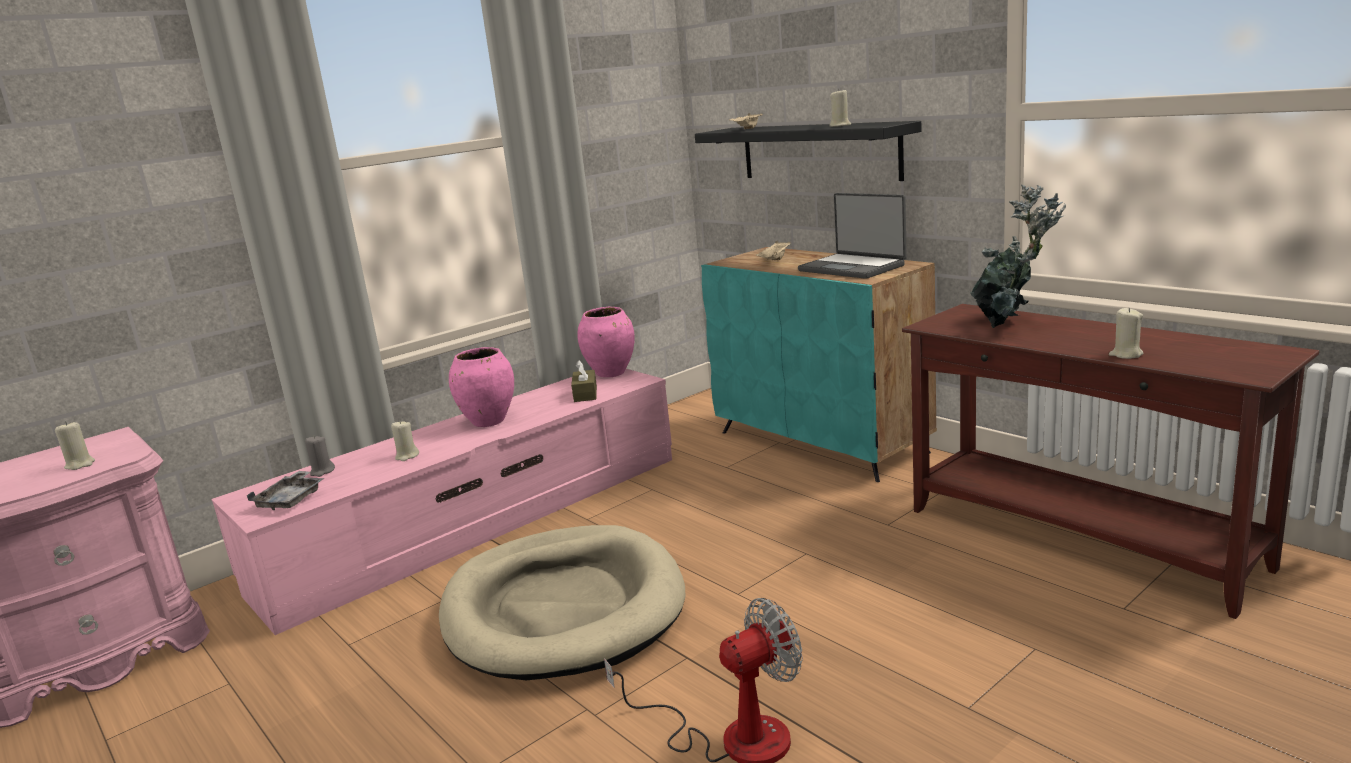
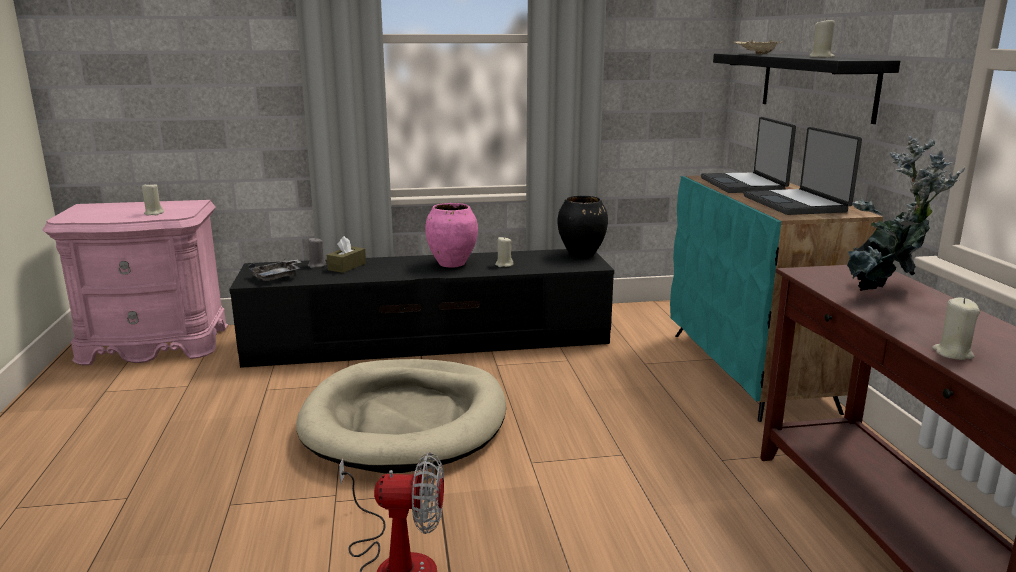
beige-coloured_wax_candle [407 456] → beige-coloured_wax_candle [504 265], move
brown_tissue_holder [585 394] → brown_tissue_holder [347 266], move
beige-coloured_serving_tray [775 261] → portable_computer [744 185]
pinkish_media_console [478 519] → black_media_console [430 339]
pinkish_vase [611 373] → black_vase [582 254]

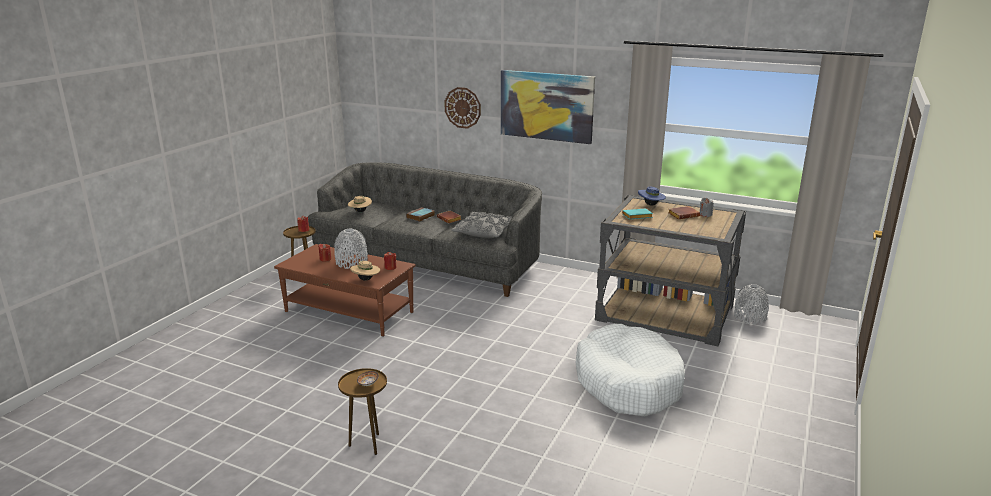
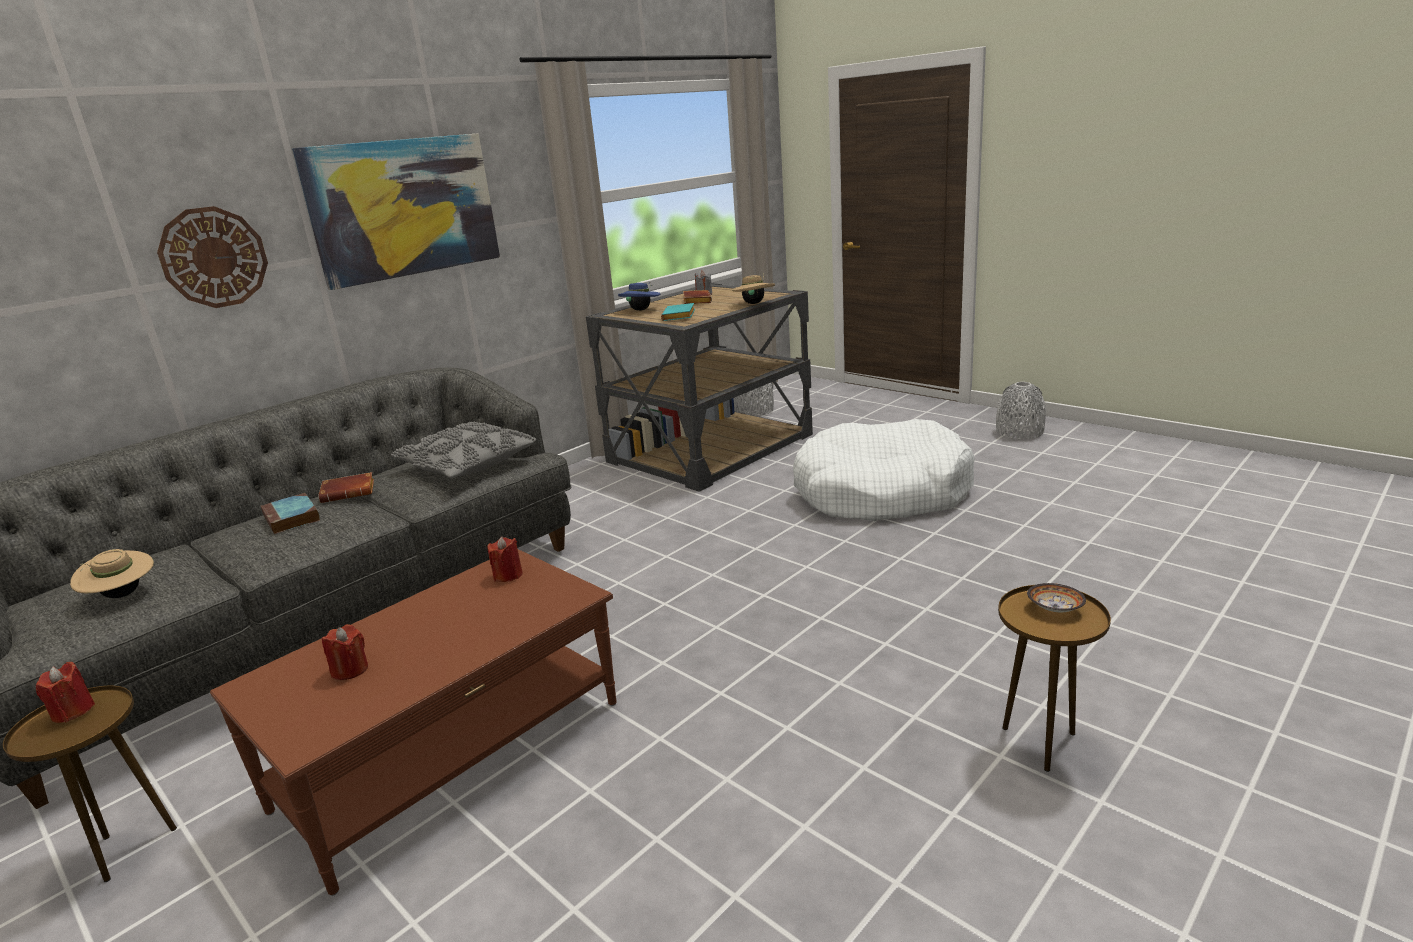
gray_vase [351 262] → gray_vase [1019 431], move
beige-coloured_wearable_hat [366 280] → beige-coloured_wearable_hat [754 303], move

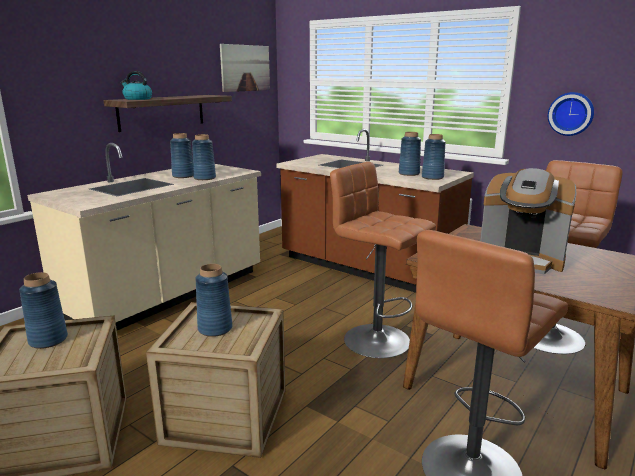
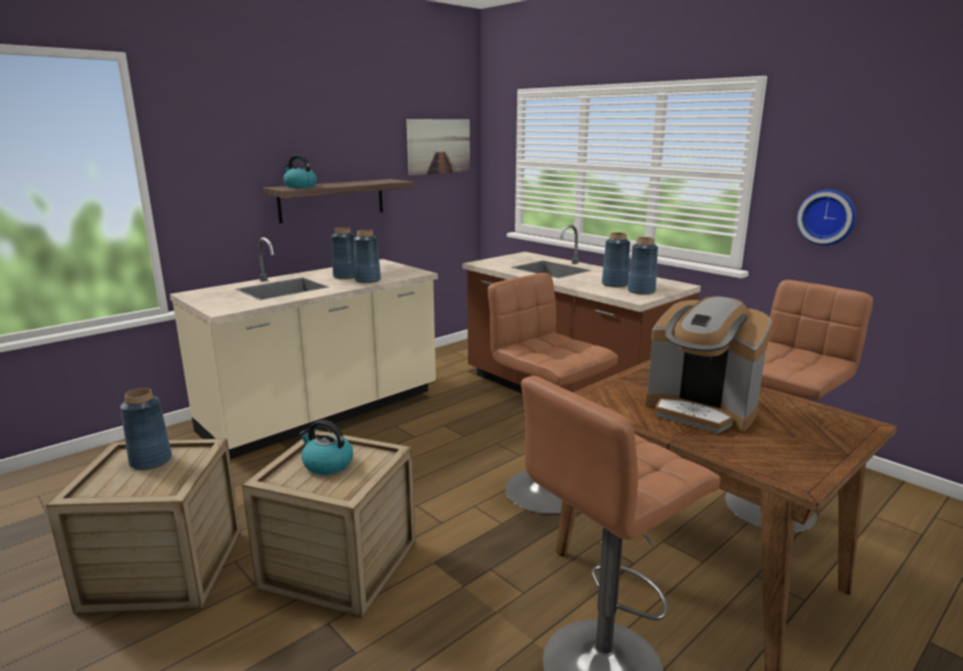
blue_vase [215 329] → water_kettle [327 464]

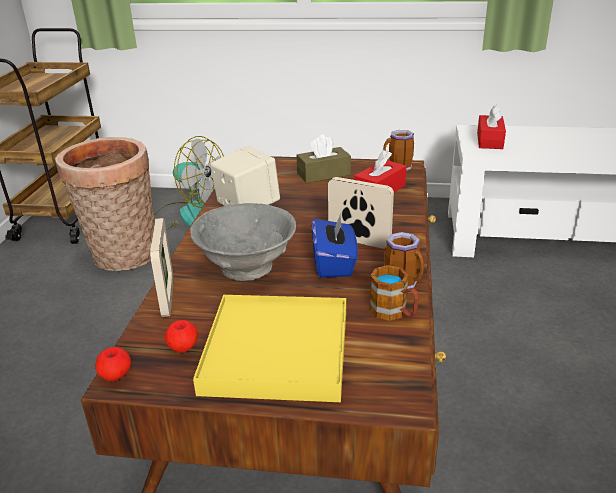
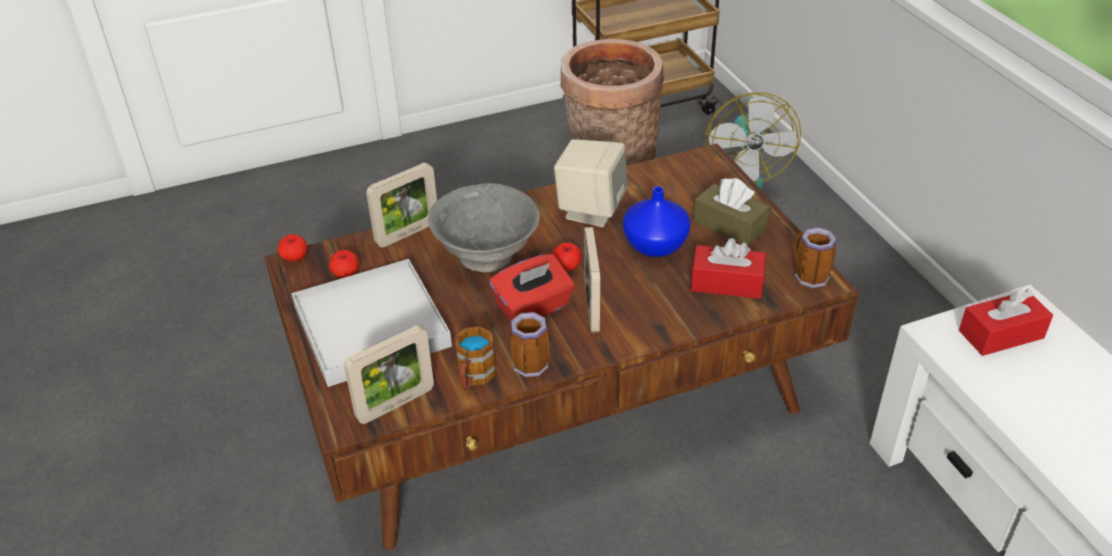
- → picture_frame [395 404]
- → apple_fruit [567 267]
- → blue_vase [653 246]
yellow_serving_tray [276 352] → white_serving_tray [371 326]
blue_tissue_holder [334 264] → red_tissue_holder [533 307]

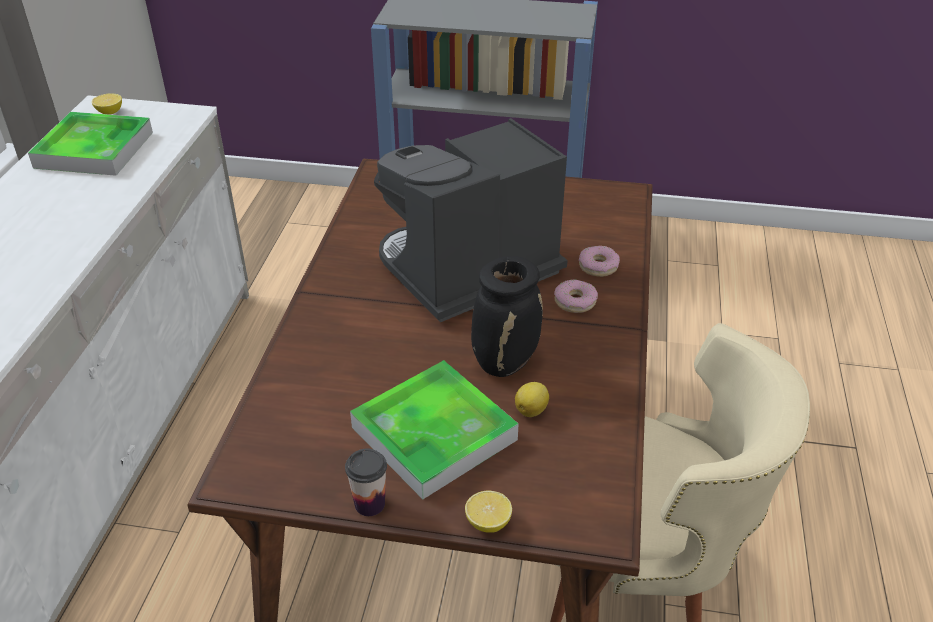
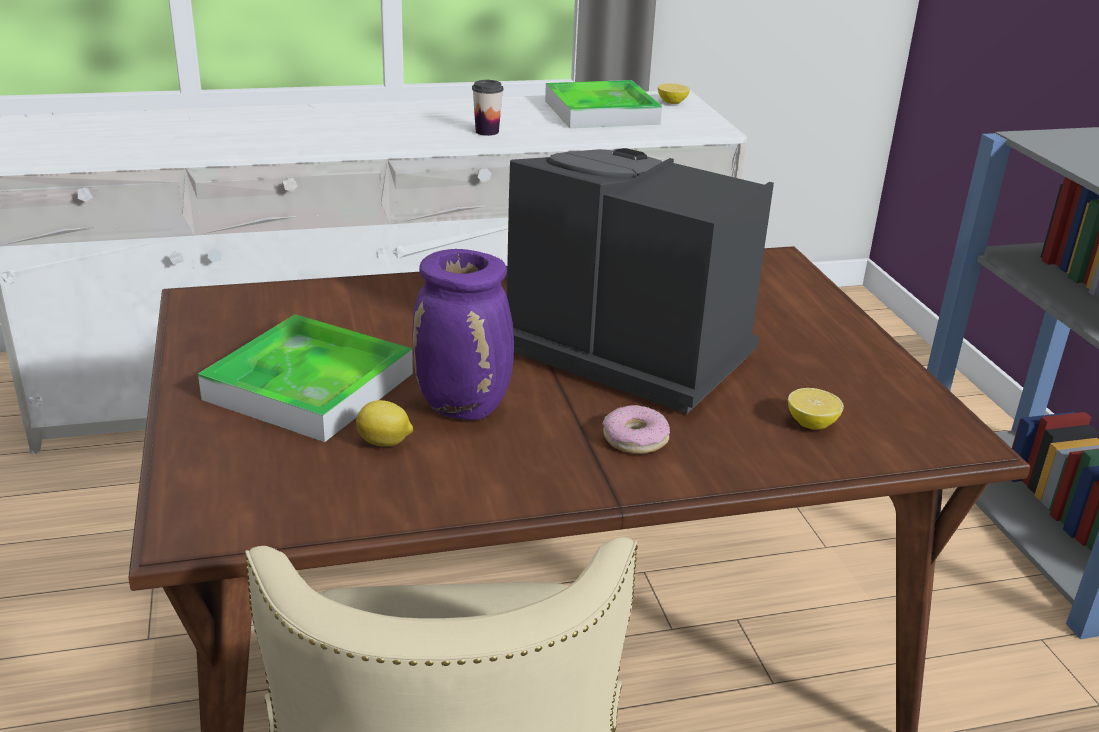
ring_doughnut [598 266] → -
cup [369 504] → cup [487 132], move
lemon [488 522] → lemon [811 423], move
black_vase [505 362] → purplish_vase [465 408]

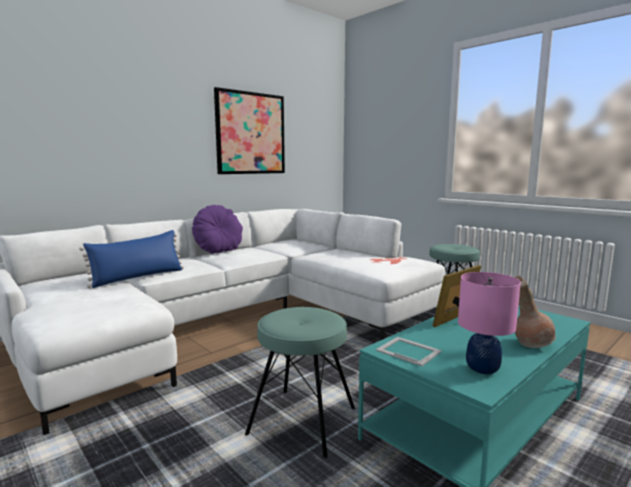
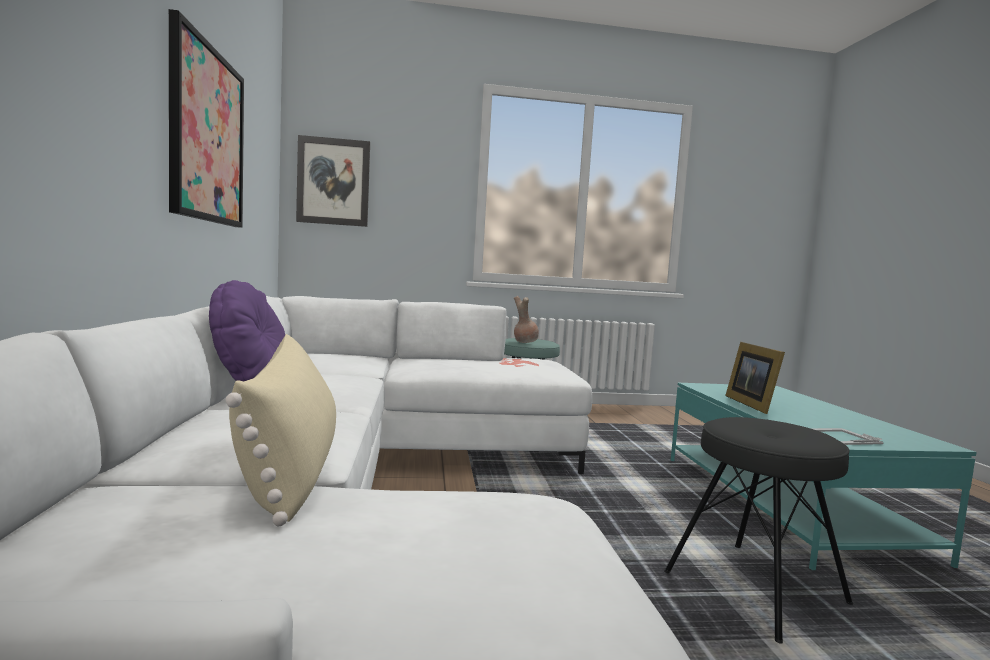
pinkish_lamp_for_a_table [480 369] → -
- → wall_art [333 182]
brown_vase [531 343] → brown_vase [524 342], move
blue_pillow [138 277] → beige-coloured_pillow [291 466]
blue-green_stool [302 421] → black_stool [754 588]

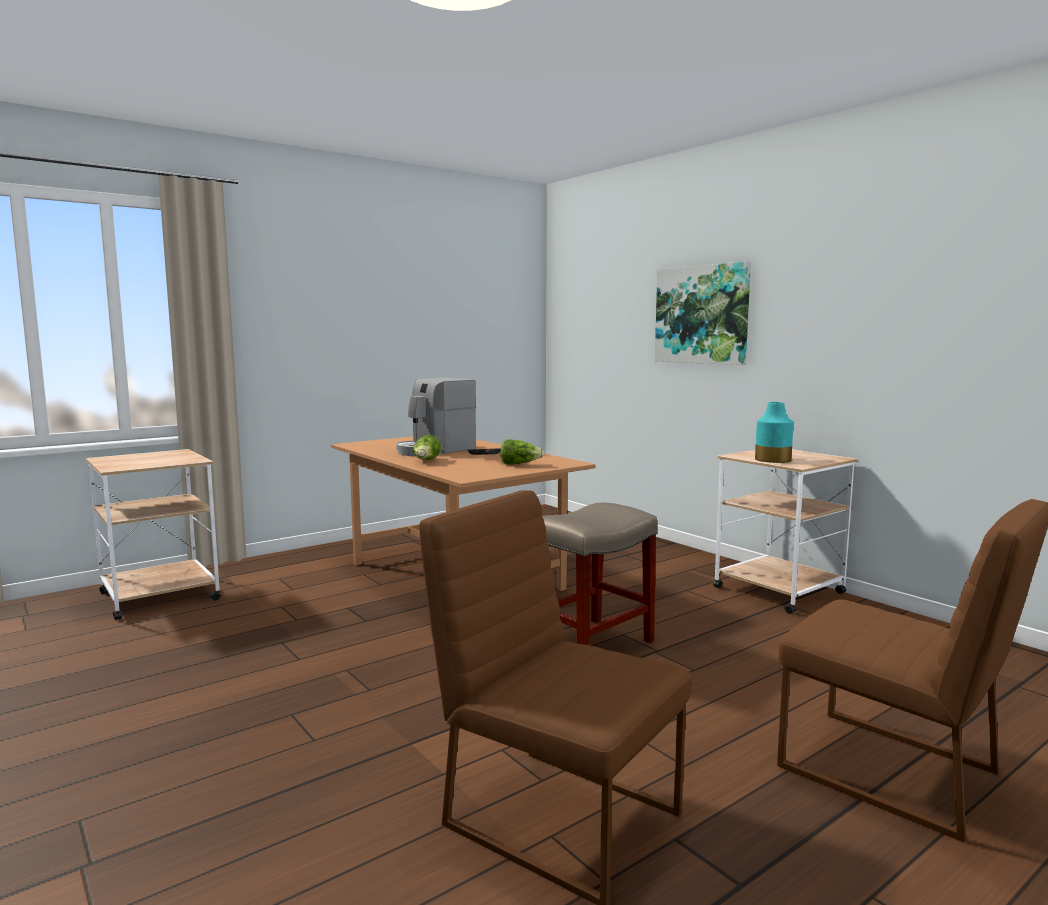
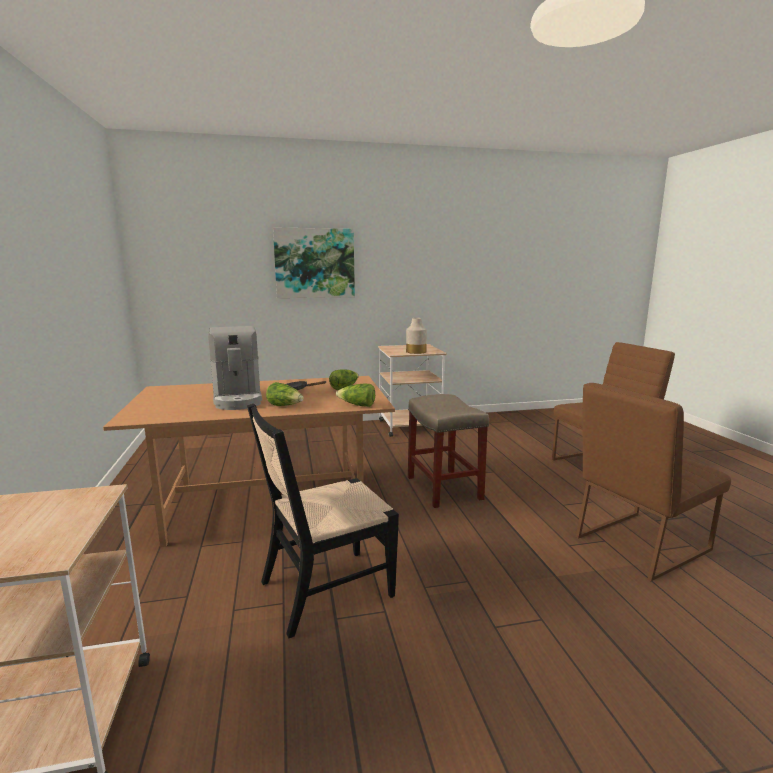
- → chair [326 590]
- → lettuce_head [357 405]
blue-green_vase [772 459] → beige-coloured_vase [415 351]

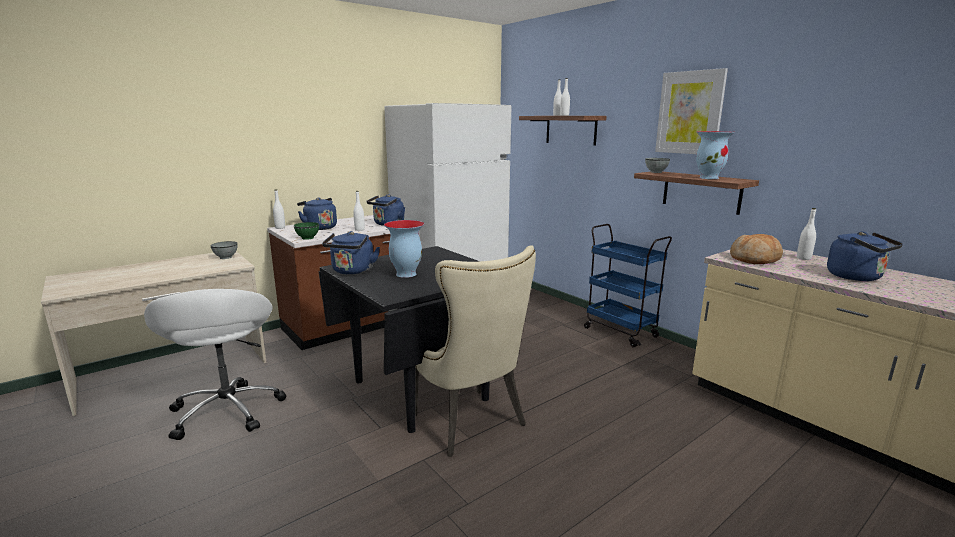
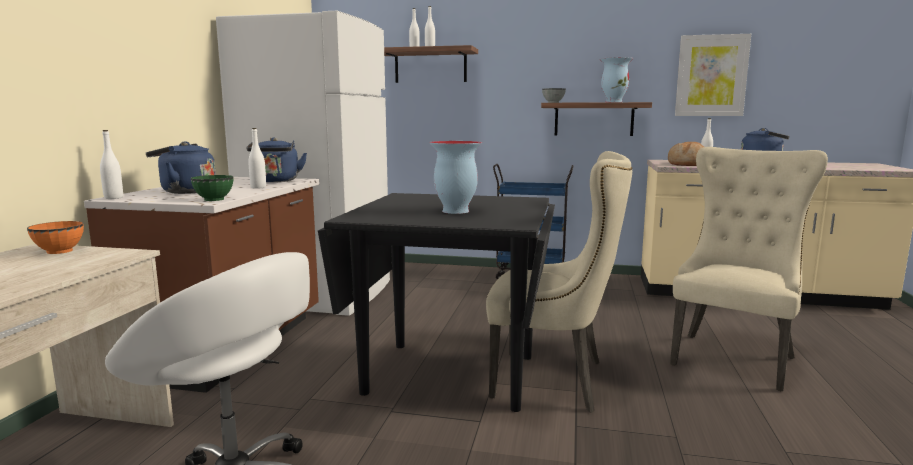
blue_water_kettle [352 271] → -
- → beige-coloured_chair [732 359]
wall_art [690 113] → wall_art [711 76], move
gray_serving_bowl [226 257] → orangey_serving_bowl [60 251]

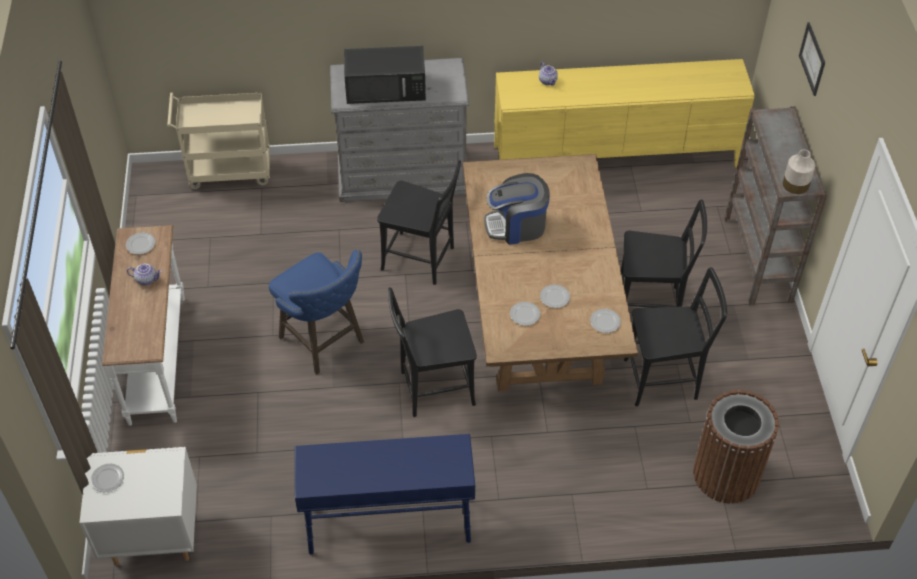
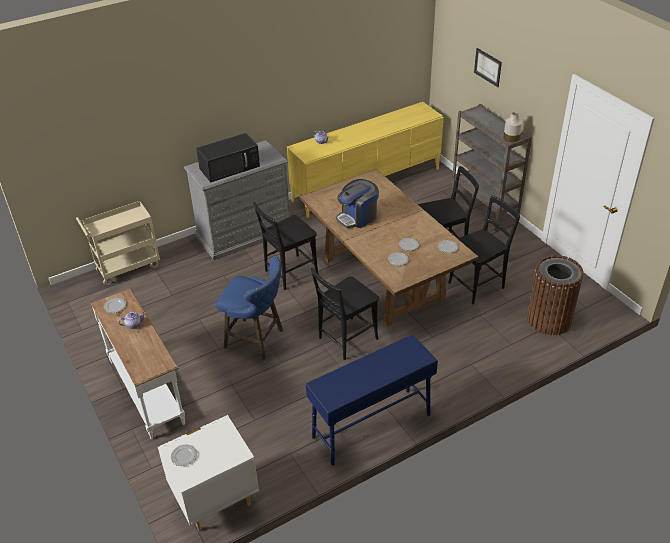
black_chair [422 259] → black_chair [288 273], 150 degrees clockwise

